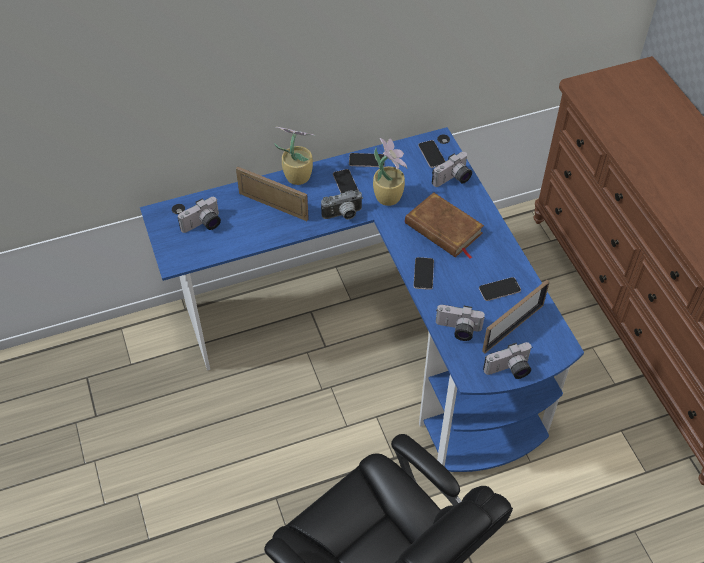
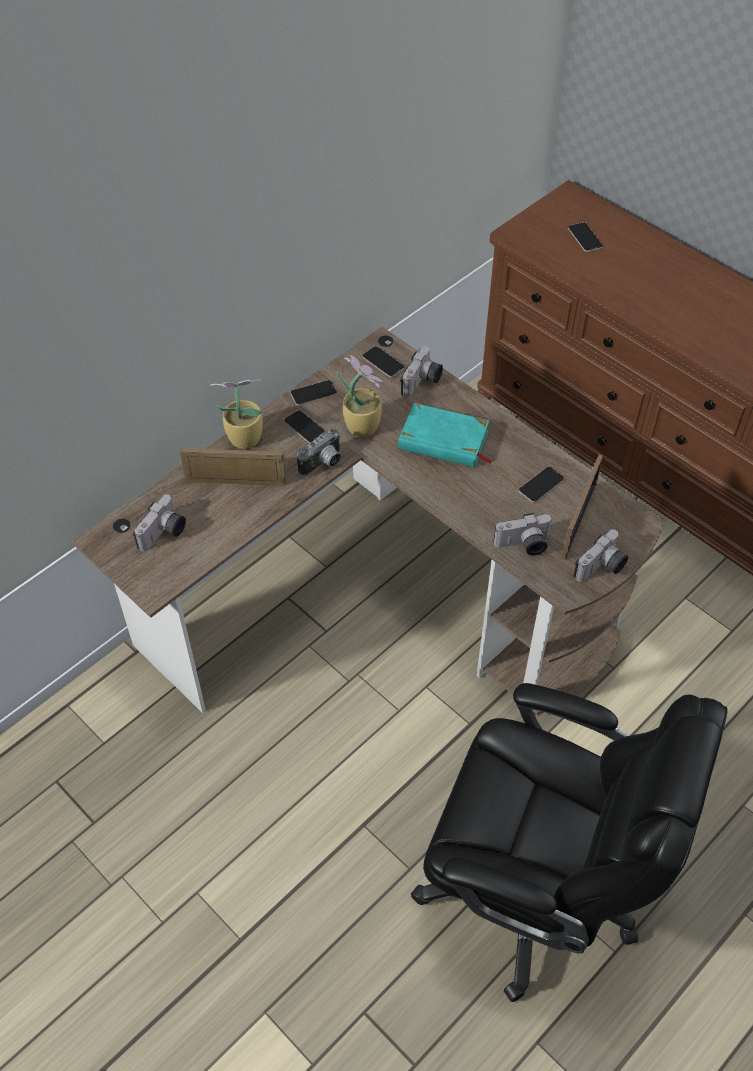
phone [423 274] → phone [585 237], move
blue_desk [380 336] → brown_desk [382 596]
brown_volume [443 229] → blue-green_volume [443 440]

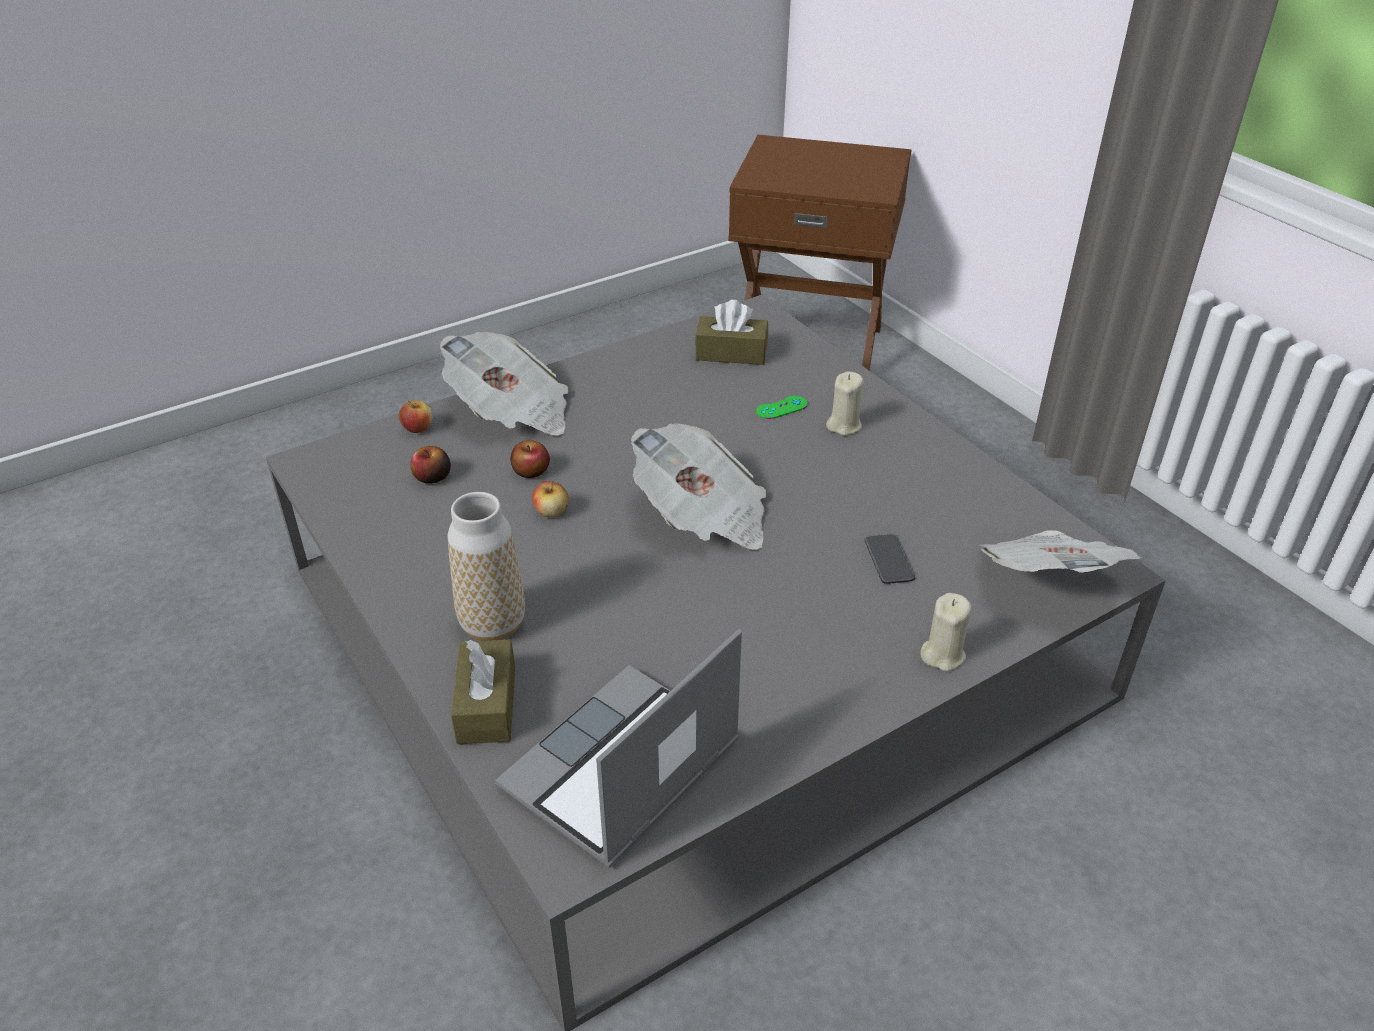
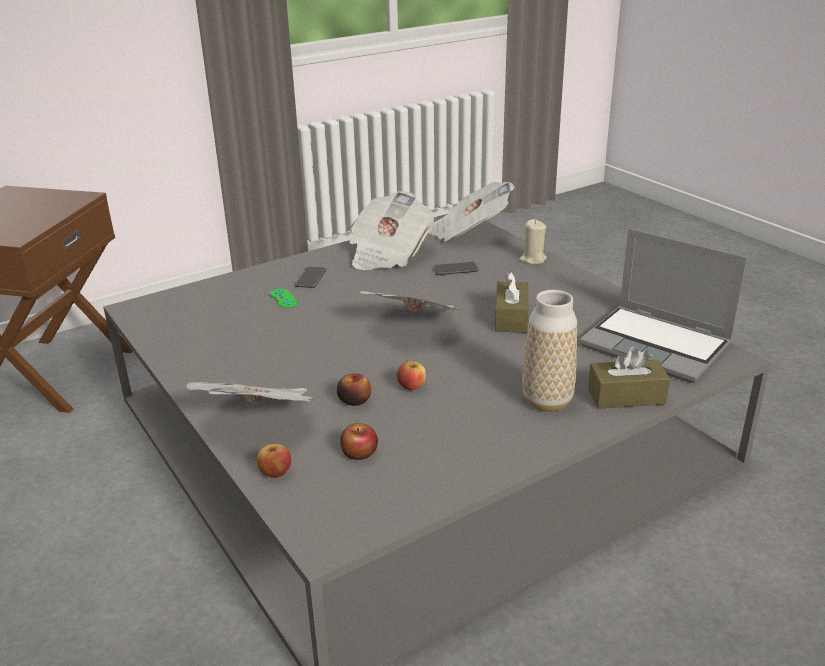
- → newspaper [388 254]
brown_tissue_holder [731 353] → brown_tissue_holder [511 318], move
beige-coloured_wax_candle [844 425] → phone [311 278]

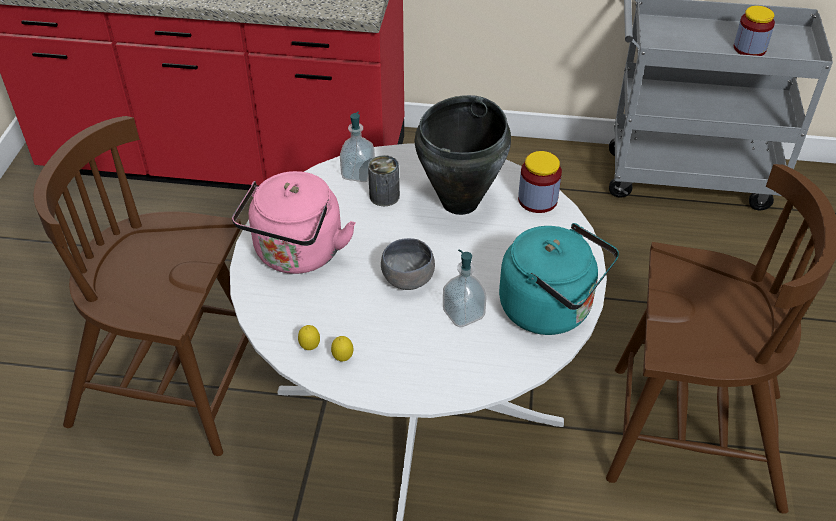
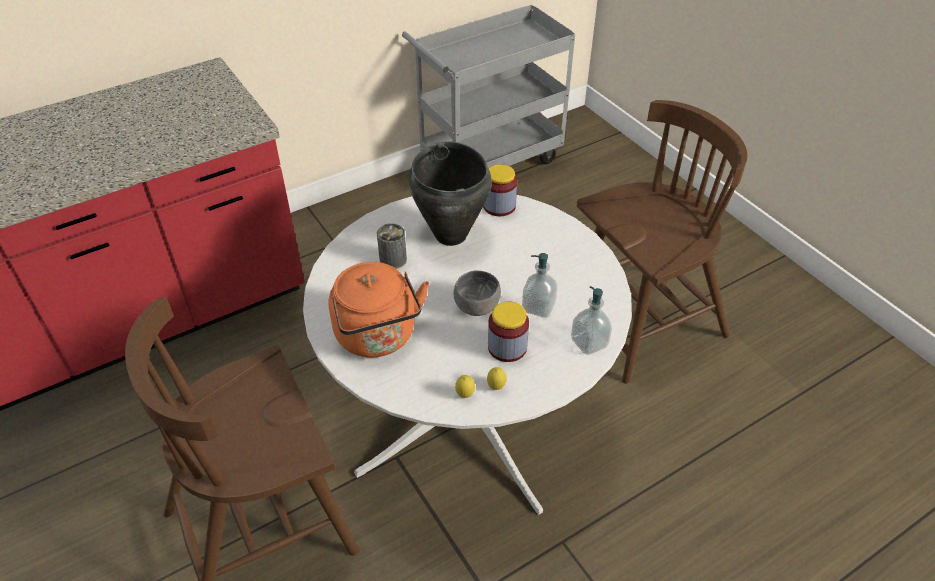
blue-green_water_kettle [551 309] → -
liquid_soap_bottle [358 173] → liquid_soap_bottle [589 342], move
jar [749 48] → jar [507 347], move
pinkish_water_kettle [297 255] → orangey_water_kettle [378 337]

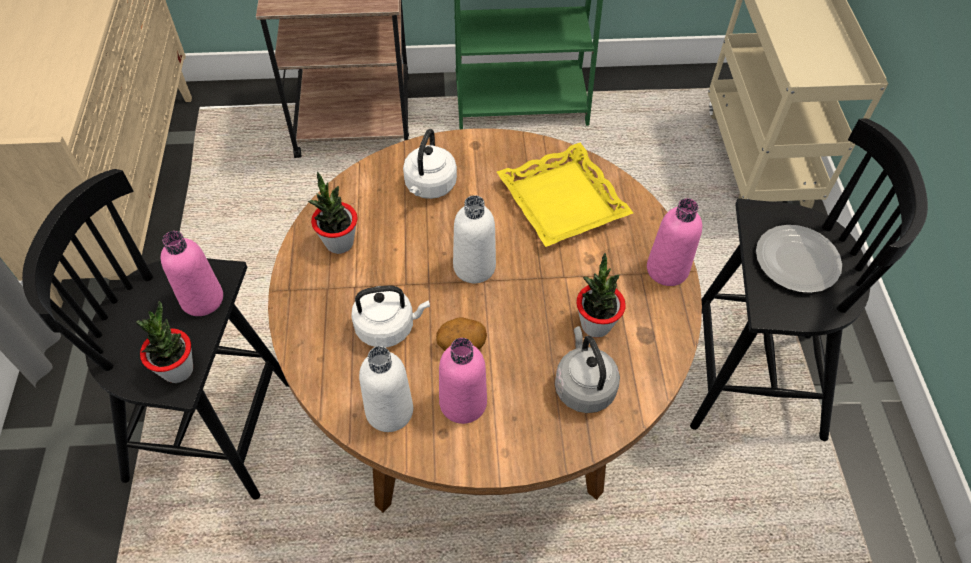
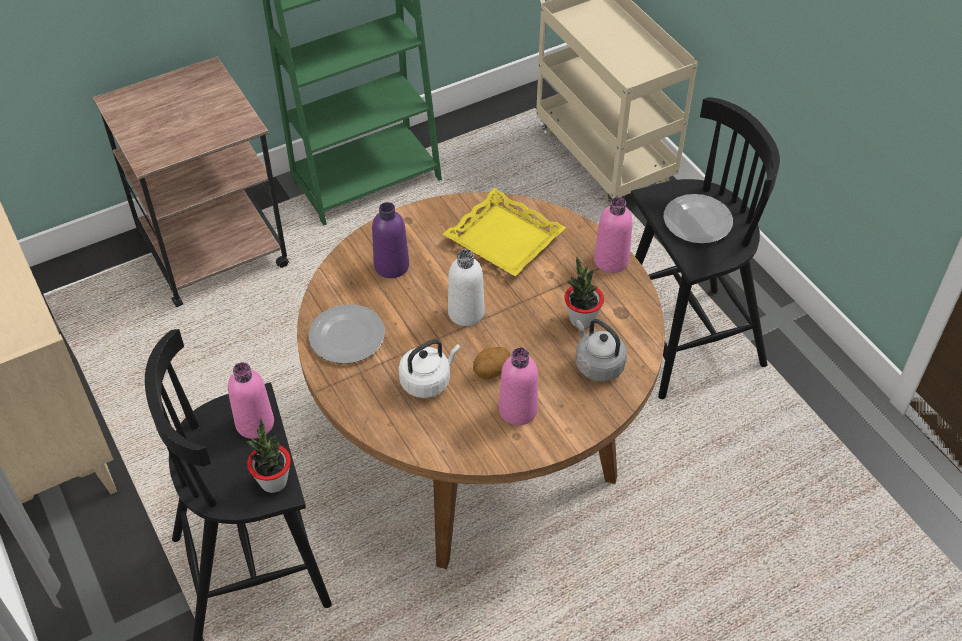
white_bottle [389 411] → -
houseplant [339 243] → flat_dish [346 335]
white_water_kettle [429 186] → purplish_bottle [391 266]

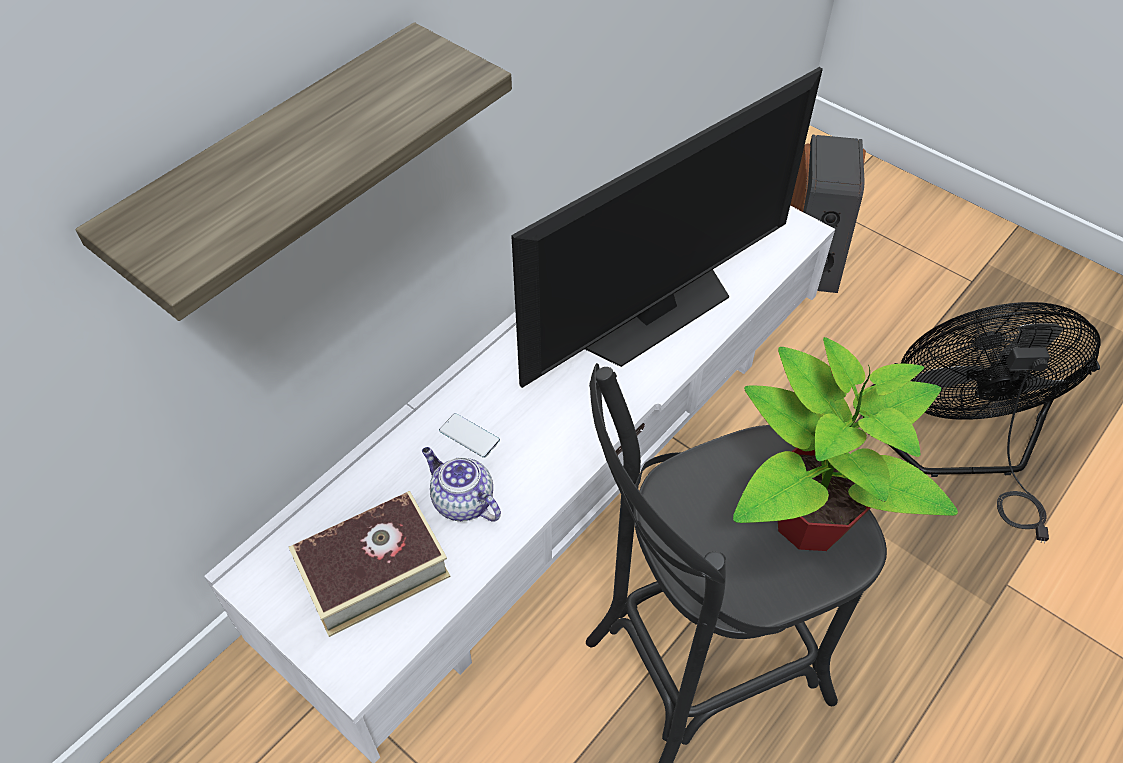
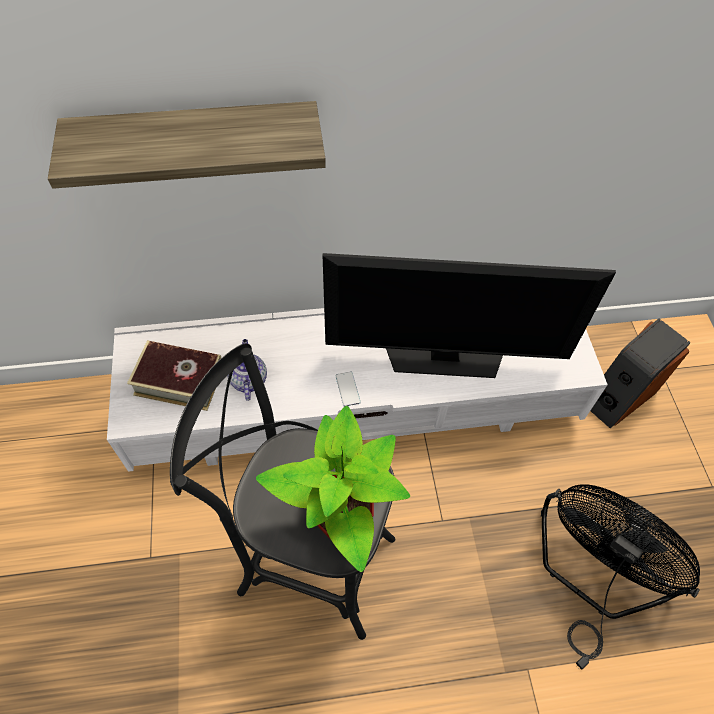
phone [469 435] → phone [347 389], move

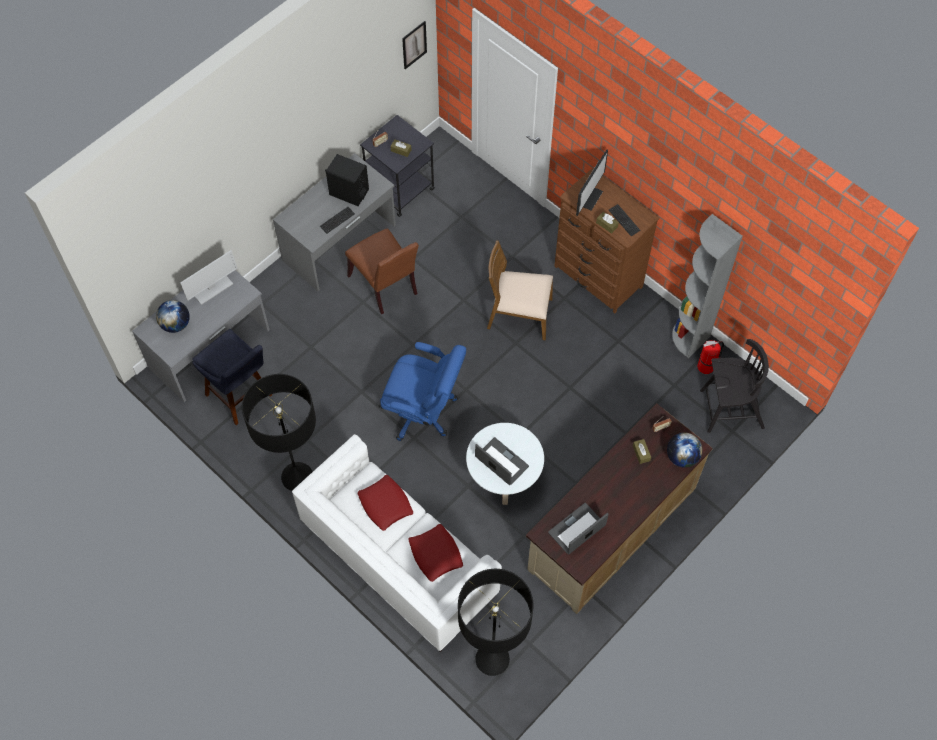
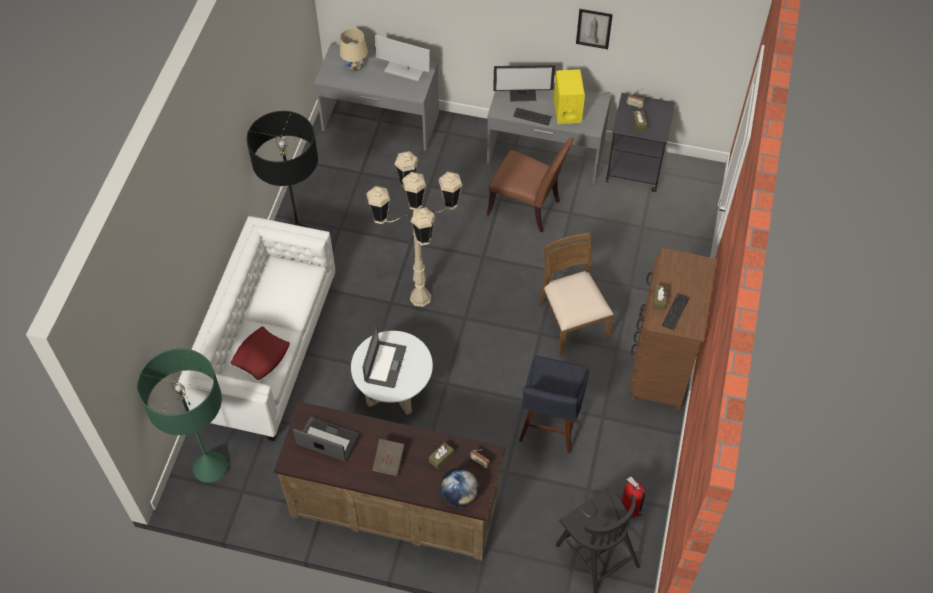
red_pillow [385 505] → -
gray_bookcase [687 339] → -
- → brown_volume [389 461]
blue_stool [241 398] → blue_stool [549 428], move
wall_art [414 45] → wall_art [594 28], move
computer_display [589 197] → computer_display [523 94], move
desk_globe [176 324] → beige-coloured_lamp_for_a_table [355 66]
blue_desk_chair [424 413] → beige-coloured_standard_lamp [420 298]
black_loudspeaker [349 192] → yellow_loudspeaker [567 110]
black_standard_lamp [492 660] → green_standard_lamp [210 468]
brown_chair [386 286] → brown_chair [527 207], 90 degrees counterclockwise

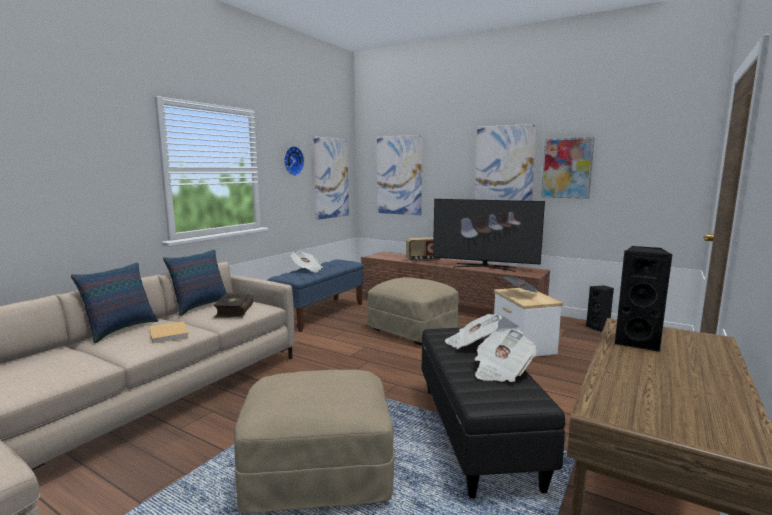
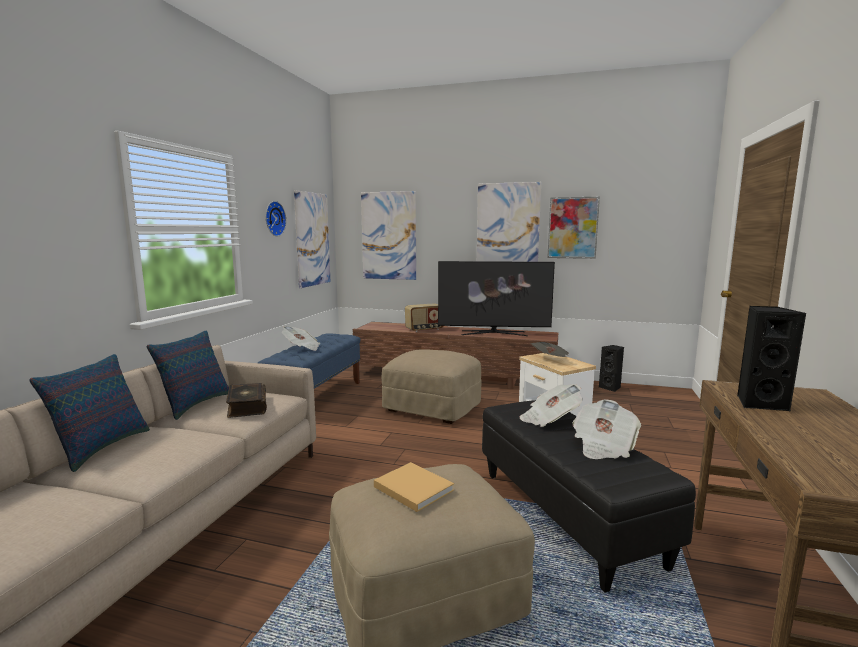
beige-coloured_volume [169 333] → beige-coloured_volume [412 487], move

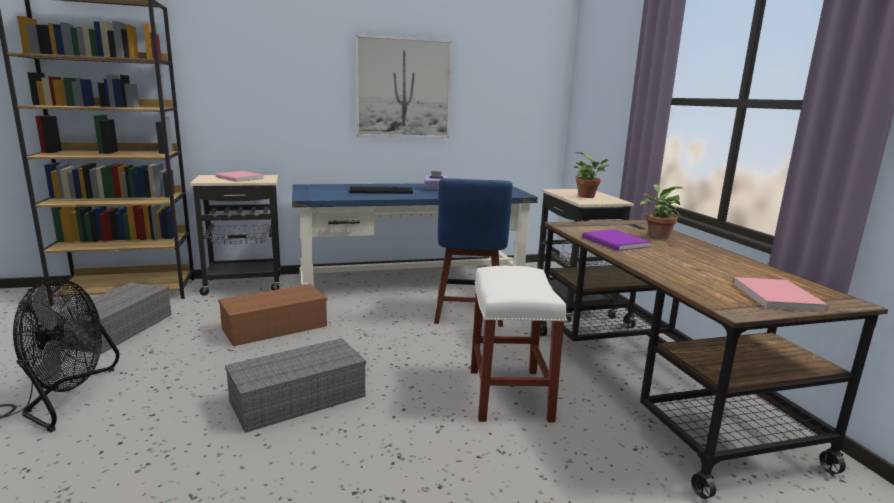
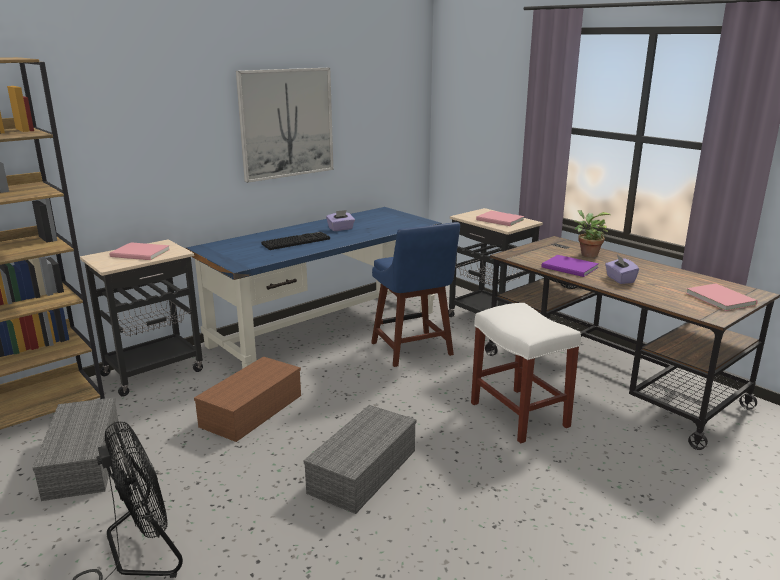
- → purplish_tissue_holder [619 279]
houseplant [588 197] → pinkish_volume [500 220]

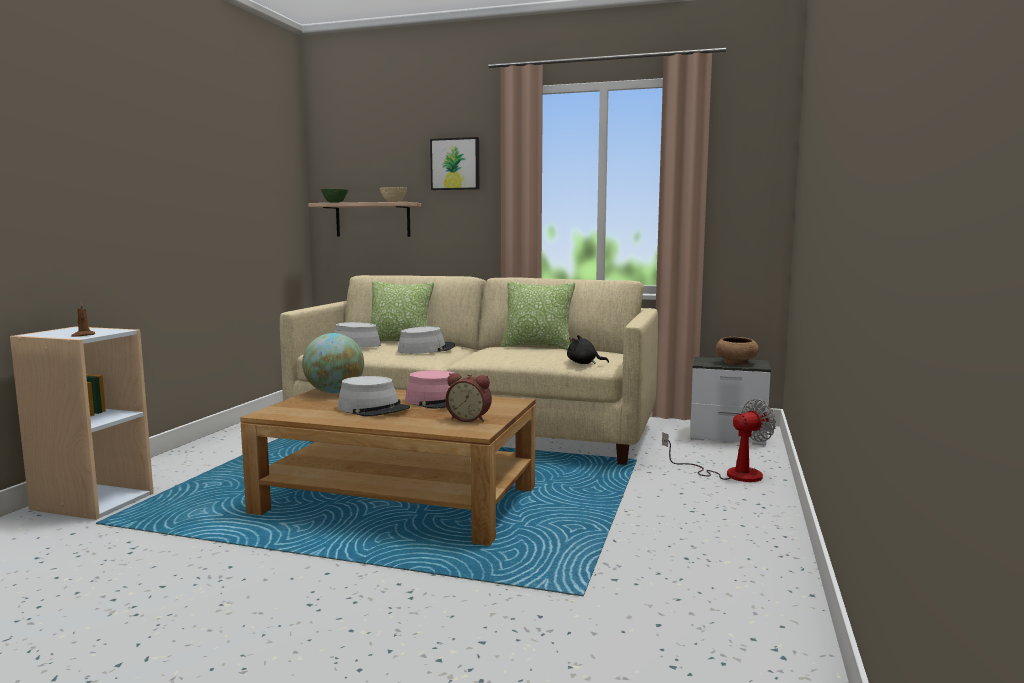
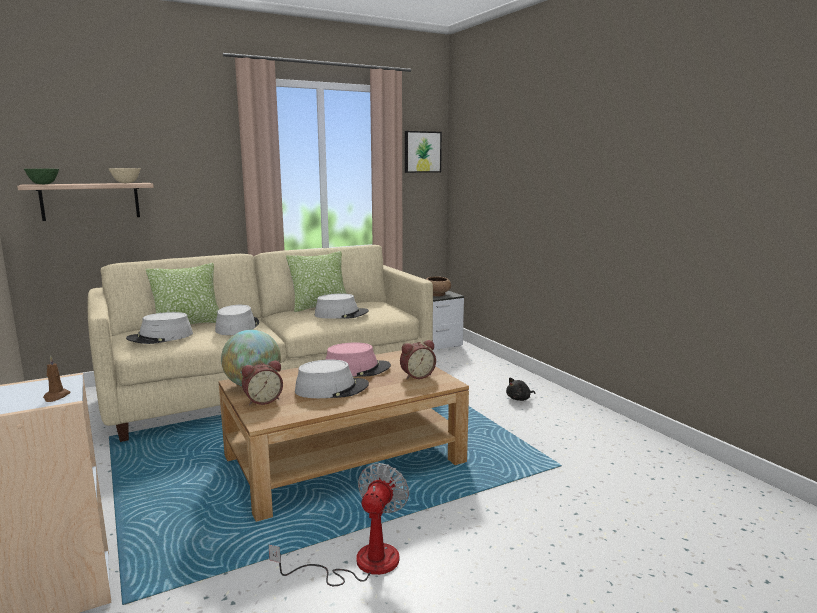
- → table_clock [262 400]
- → gray_wearable_hat [341 314]
wall_art [455 164] → wall_art [422 152], move
black_cuddly_toy [584 363] → black_cuddly_toy [519 399], move
fan [730 474] → fan [361 563], move

